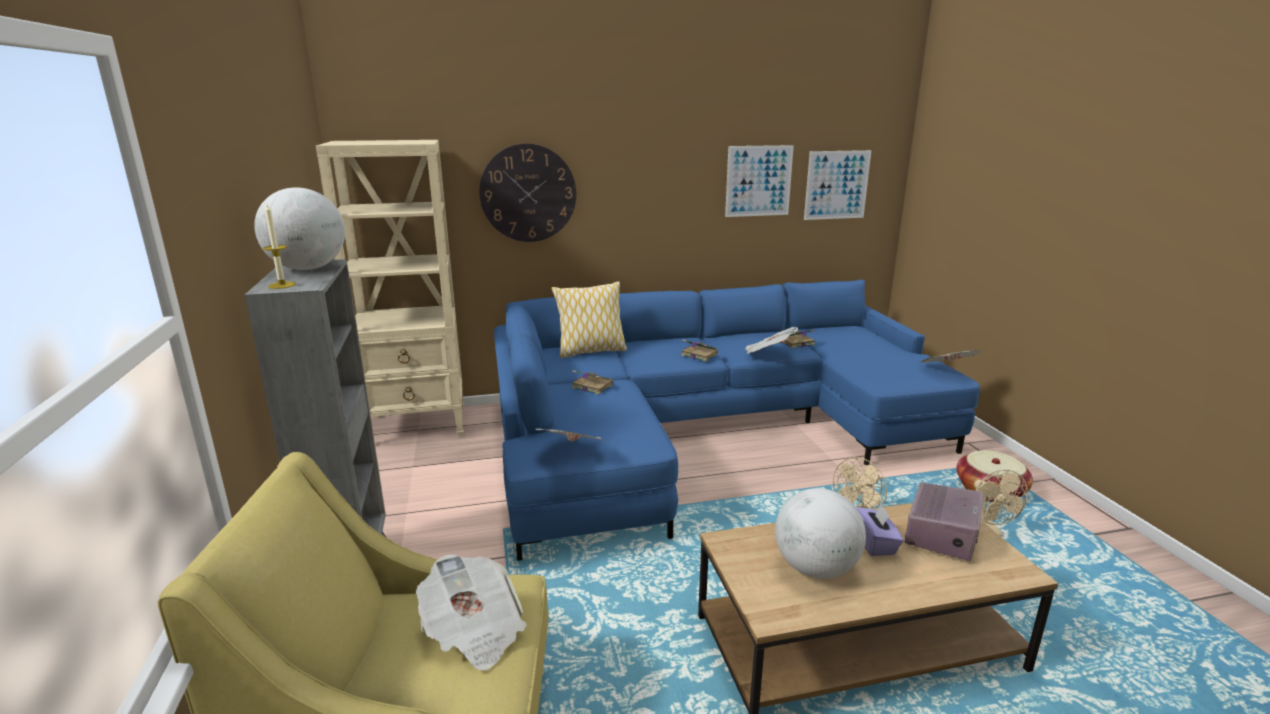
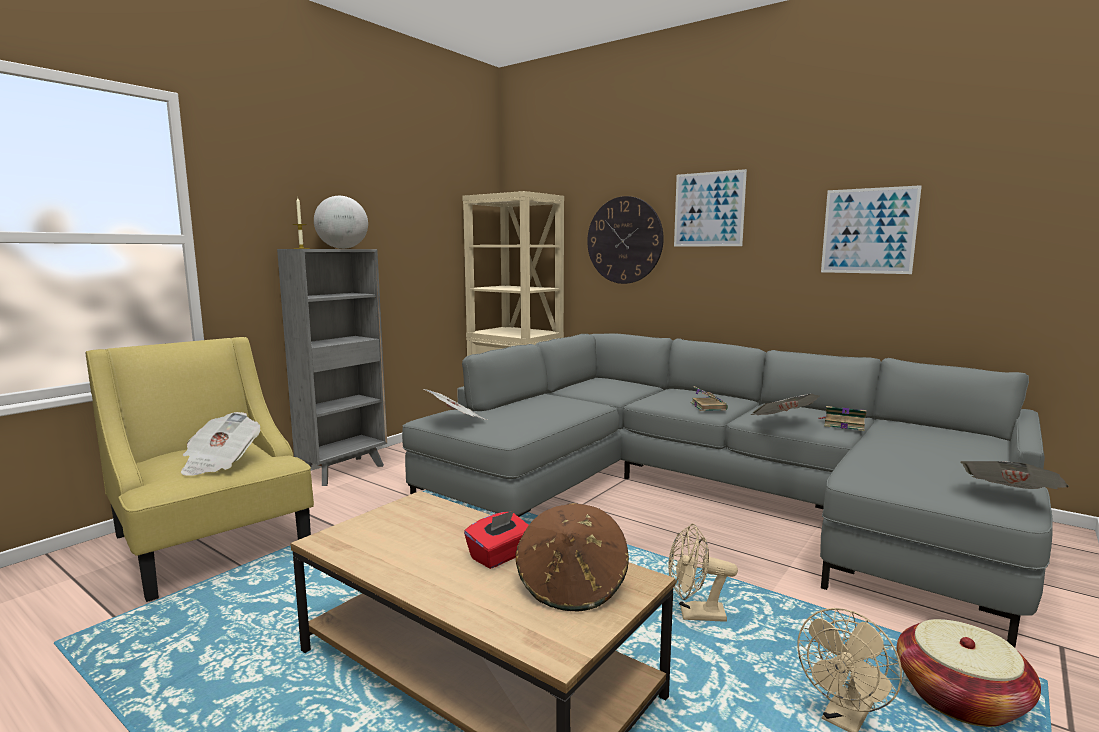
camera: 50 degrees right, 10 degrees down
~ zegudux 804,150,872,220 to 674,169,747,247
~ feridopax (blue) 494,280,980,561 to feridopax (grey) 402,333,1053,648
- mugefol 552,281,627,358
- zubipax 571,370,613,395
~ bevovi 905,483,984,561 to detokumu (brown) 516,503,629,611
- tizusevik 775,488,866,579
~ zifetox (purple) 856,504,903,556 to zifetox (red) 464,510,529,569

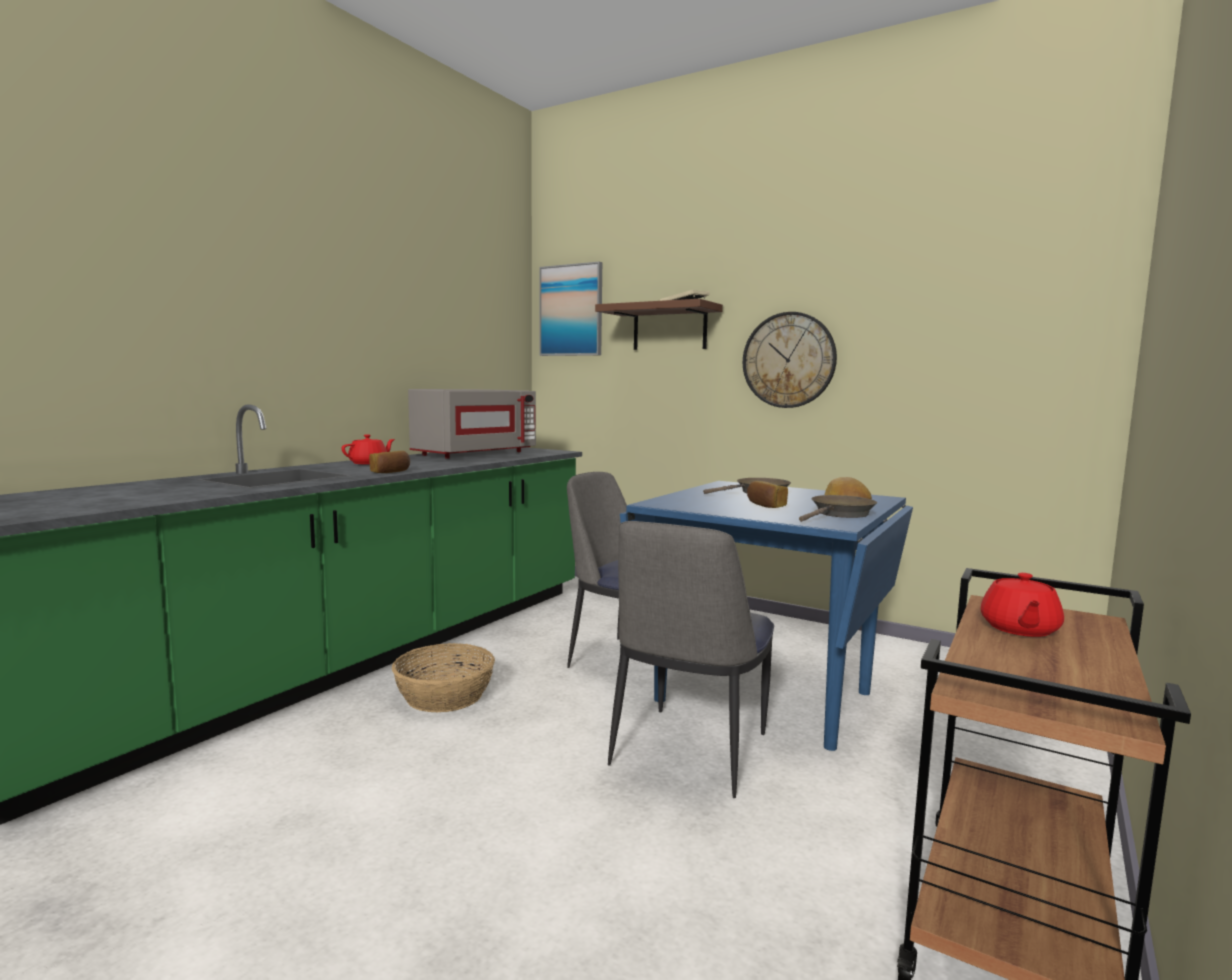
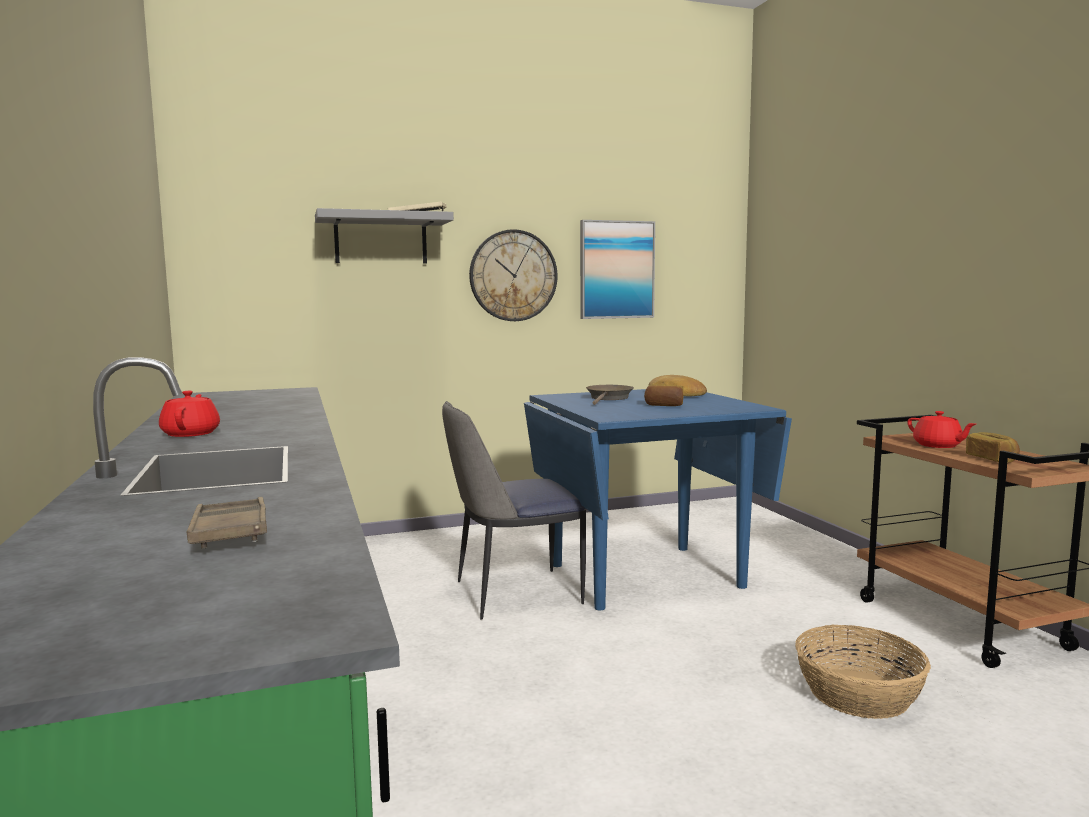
camera: 50 degrees left, 0 degrees up
~ zegudux 539,262,602,356 to 580,220,655,319
~ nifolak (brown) 595,299,723,350 to nifolak (grey) 315,208,454,263
- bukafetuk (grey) 408,389,536,458
~ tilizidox 369,451,410,473 to 966,432,1020,463
- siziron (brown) 799,495,877,522
- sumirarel 608,521,774,798
~ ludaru 392,643,495,712 to 795,625,931,719
+ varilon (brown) 186,497,267,548

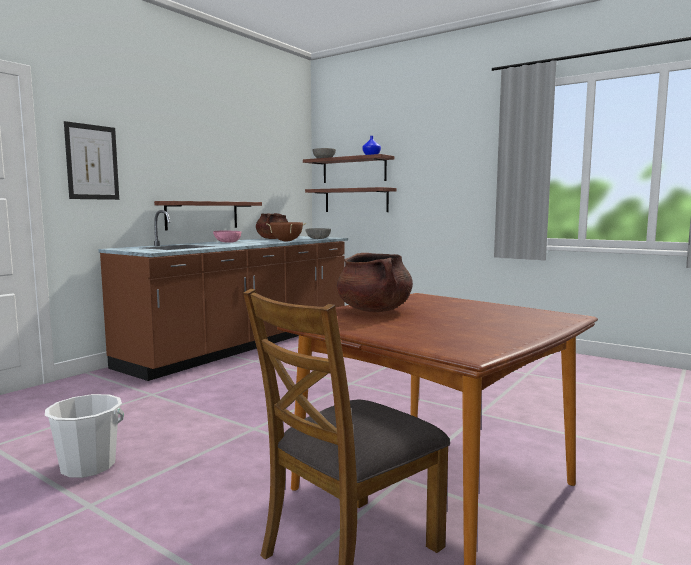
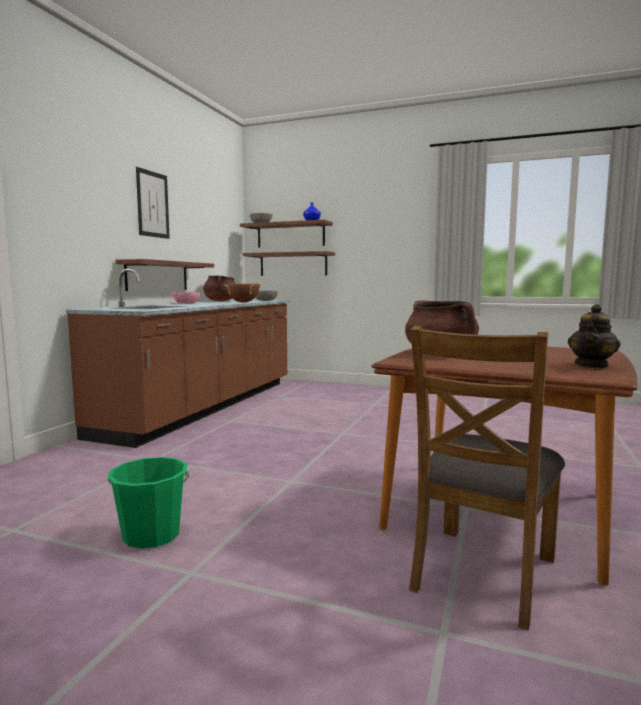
camera: 15 degrees left, 0 degrees up
~ zegudux 64,121,119,200 to 136,167,170,239
~ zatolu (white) 45,394,124,478 to zatolu (green) 107,457,190,549
+ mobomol 568,304,621,368

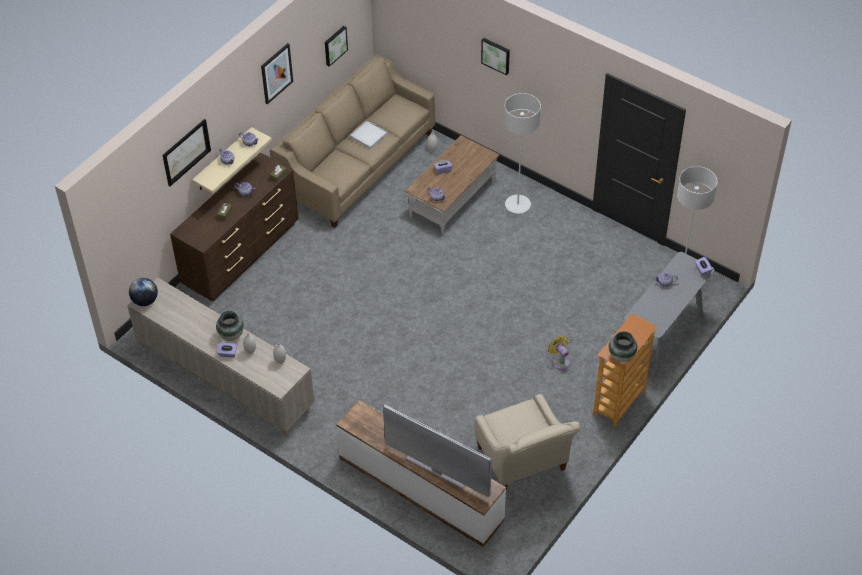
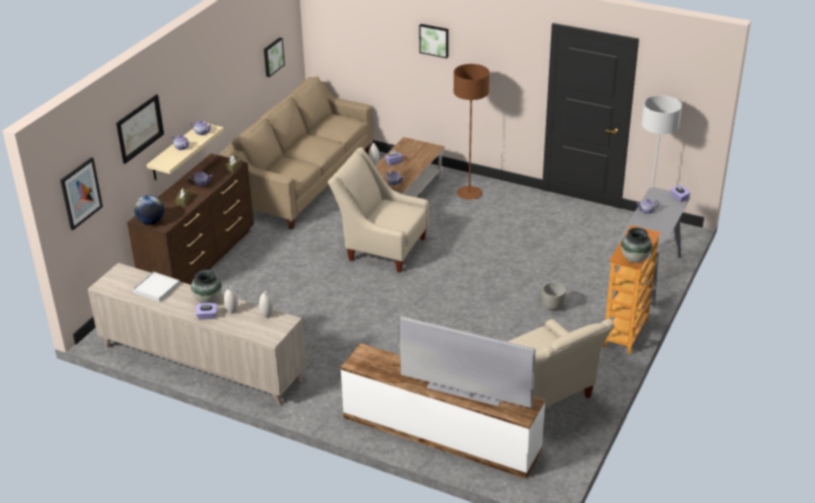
camera: 10 degrees left, 15 degrees down
~ zegudux 261,43,293,104 to 60,157,103,230
~ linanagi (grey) 504,93,541,214 to linanagi (brown) 454,64,489,200
~ varilon (white) 350,120,388,150 to 132,272,180,302
~ tizusevik 129,278,158,306 to 134,195,164,225
~ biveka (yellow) 548,335,570,370 to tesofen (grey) 542,282,566,311
+ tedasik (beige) 328,147,429,273

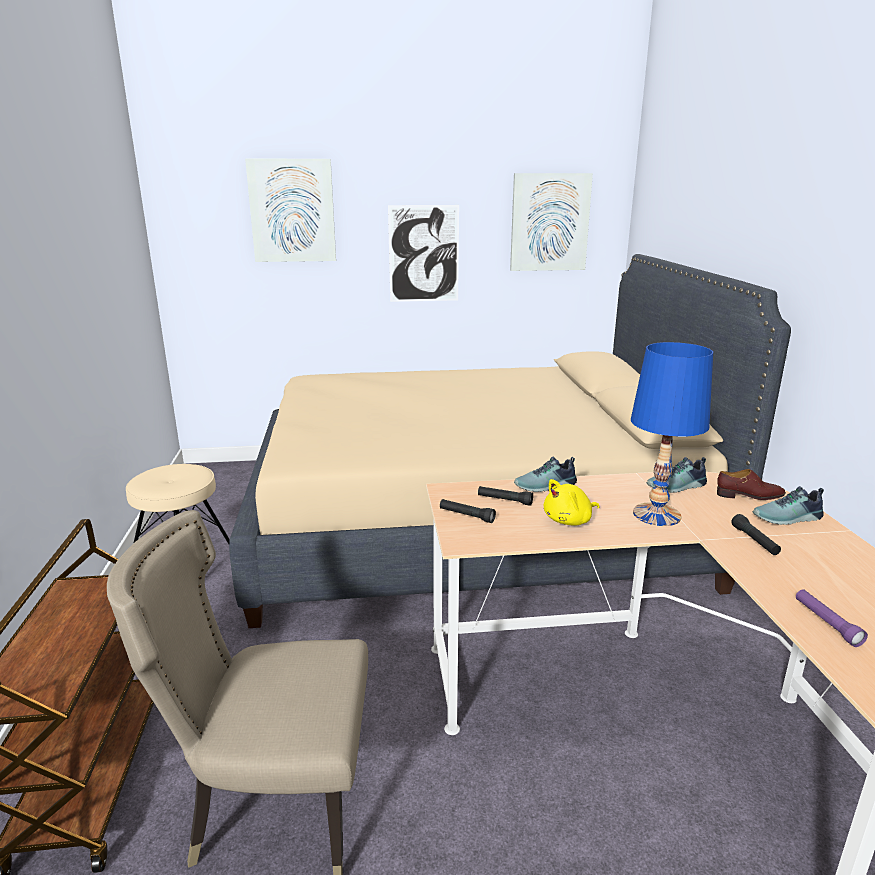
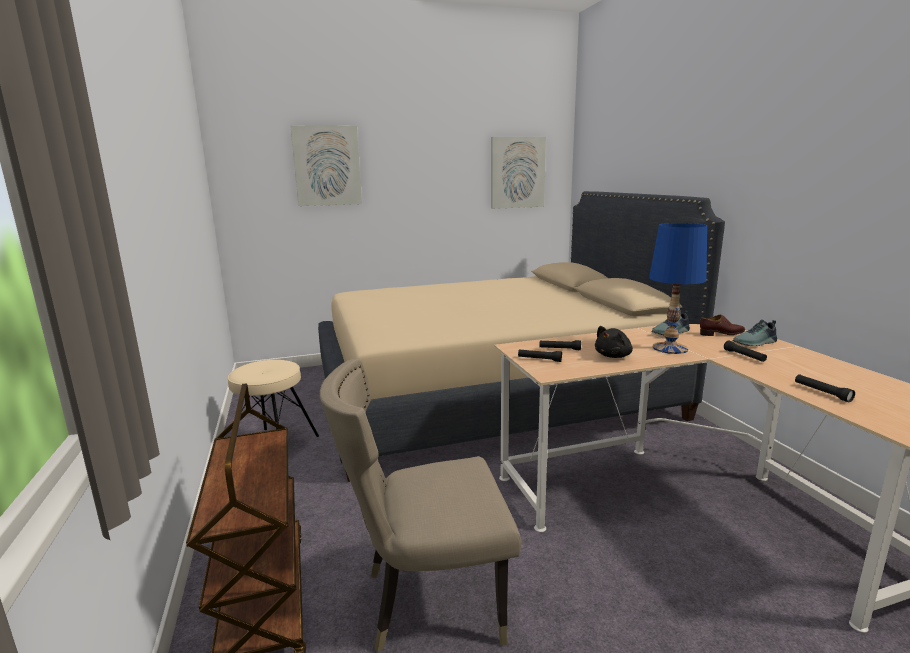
camera: 10 degrees left, 5 degrees down
- zegudux 388,205,459,302
- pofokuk 514,457,577,492
~ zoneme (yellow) 544,479,600,525 to zoneme (black) 595,326,633,358
~ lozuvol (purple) 796,589,868,647 to lozuvol (black) 795,374,855,402

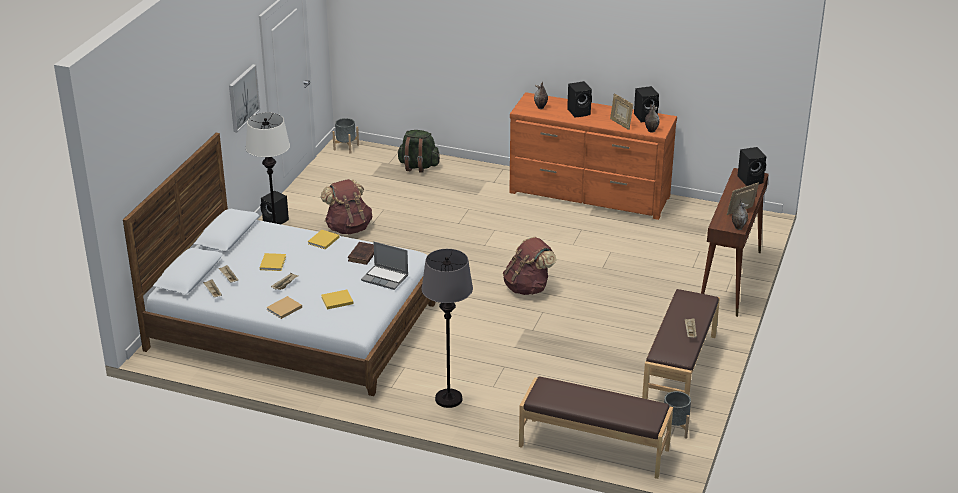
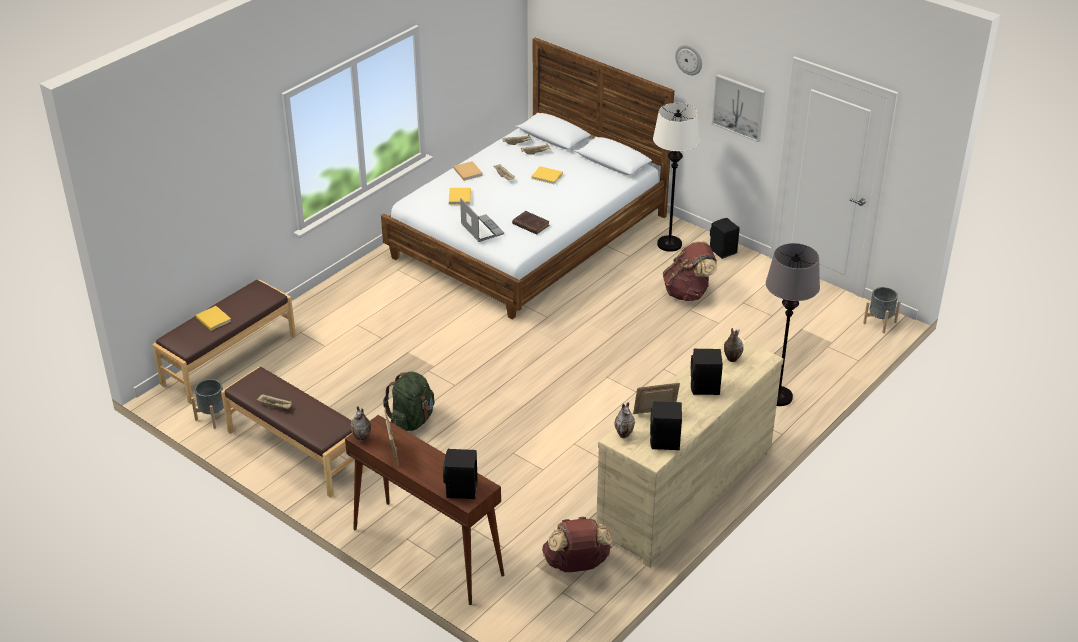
camera: 110 degrees right, 5 degrees up
~ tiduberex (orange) 509,92,677,220 to tiduberex (beige) 596,332,783,568
~ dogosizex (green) 397,130,440,173 to 383,372,435,431
~ zubipax (yellow) 308,230,339,249 to 196,306,231,331
~ dogosizex (brown) 503,237,557,295 to 542,517,612,572
~ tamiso 361,242,408,290 = 460,198,504,242 105 degrees clockwise
~ linanagi (grey) 421,249,473,408 to 766,243,820,406
+ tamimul 675,45,702,75

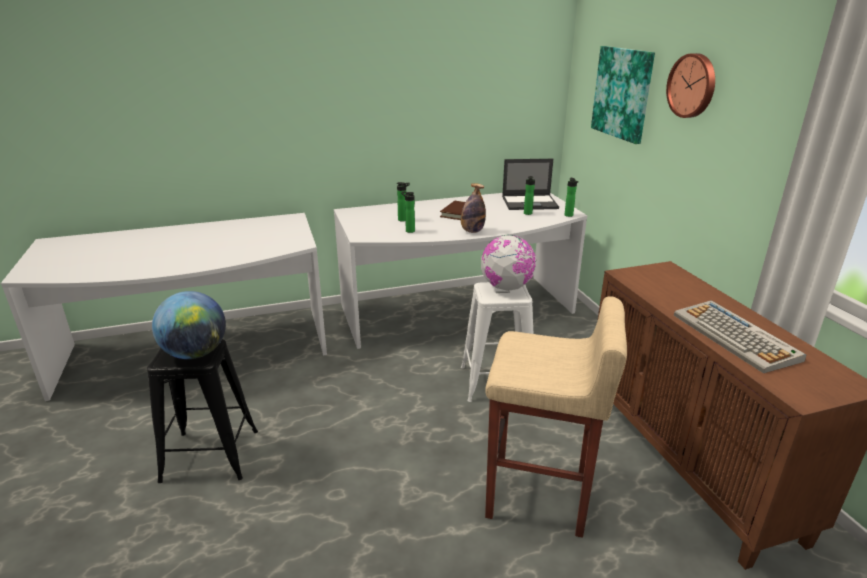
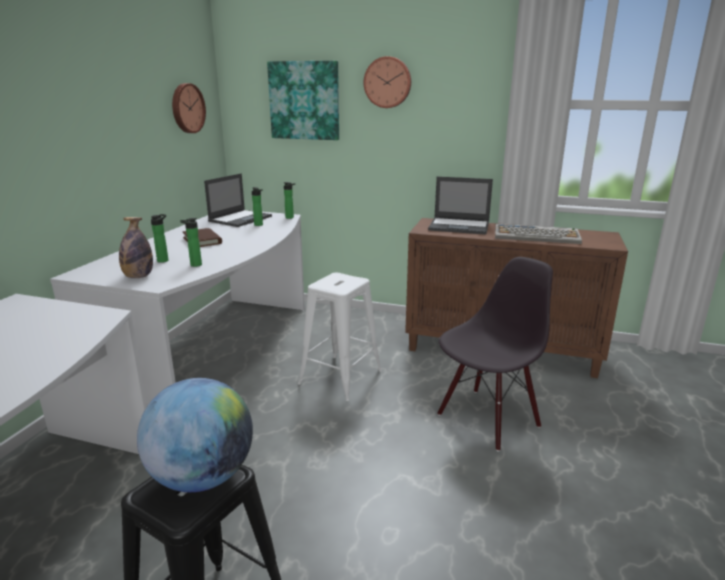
camera: 55 degrees left, 5 degrees down
~ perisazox 461,183,486,233 to 119,217,153,278
- tizusevik 481,235,536,291
~ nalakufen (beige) 485,296,627,538 to sumirarel (black) 437,257,553,451
+ tamimul 172,83,206,133
+ tamiso 428,177,493,235

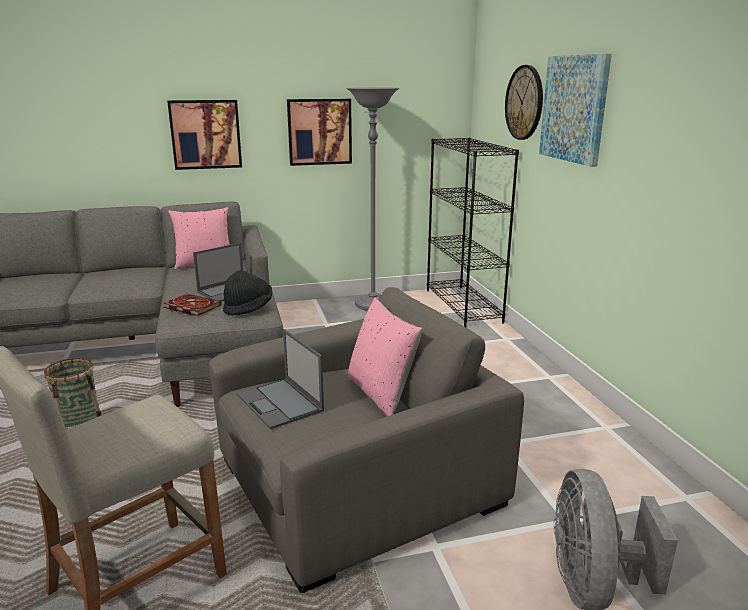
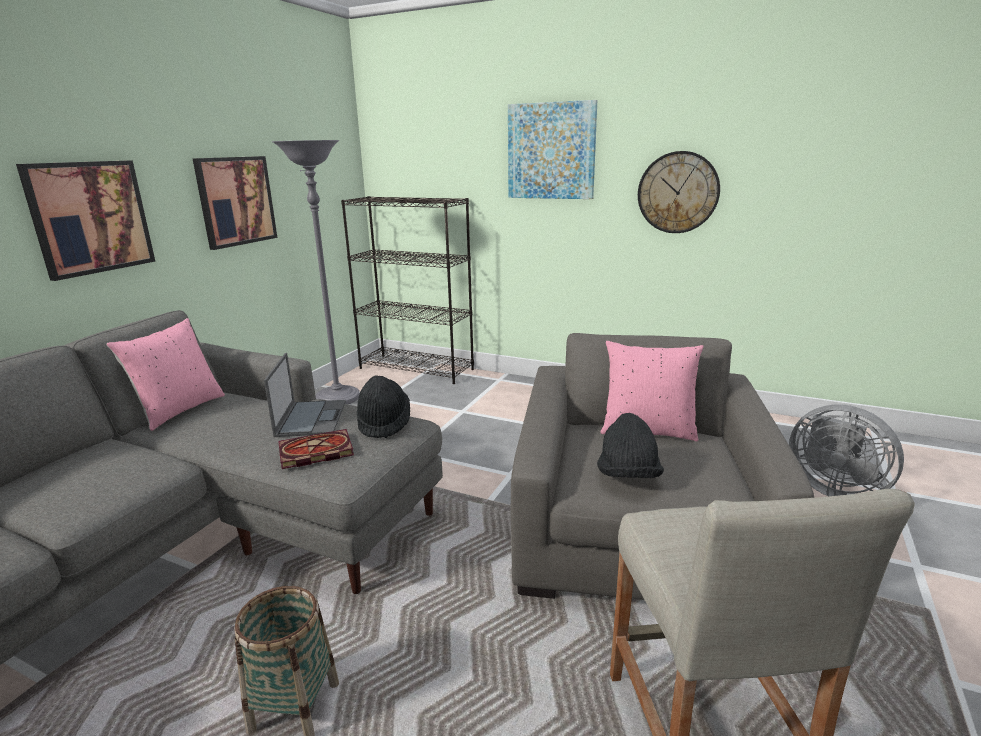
camera: 50 degrees left, 0 degrees up
~ tamimul 505,65,543,140 to 638,151,720,233
~ tamiso 237,329,324,429 to detokumu (black) 597,413,664,478

